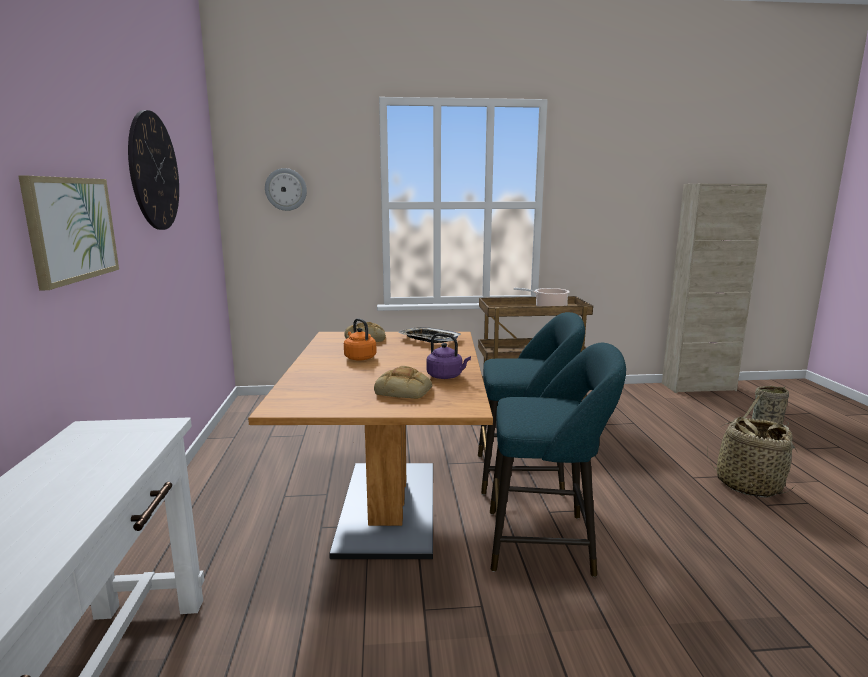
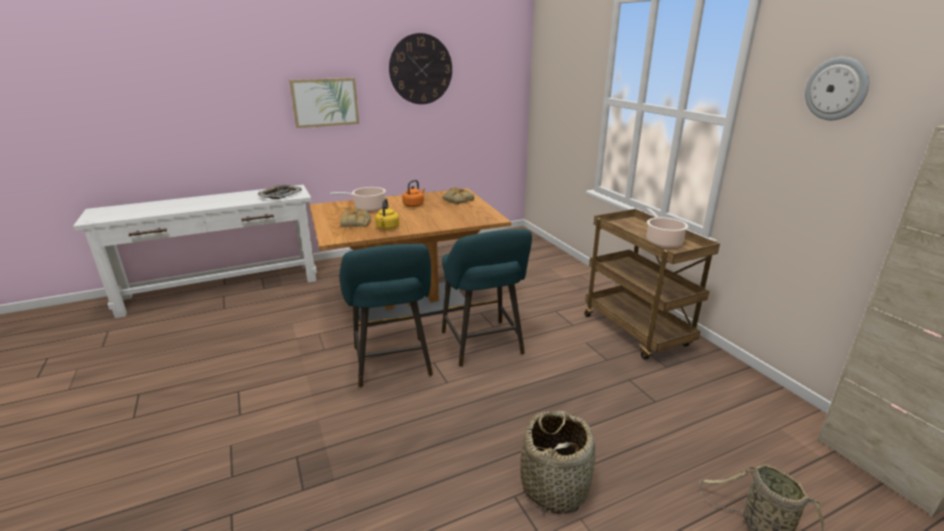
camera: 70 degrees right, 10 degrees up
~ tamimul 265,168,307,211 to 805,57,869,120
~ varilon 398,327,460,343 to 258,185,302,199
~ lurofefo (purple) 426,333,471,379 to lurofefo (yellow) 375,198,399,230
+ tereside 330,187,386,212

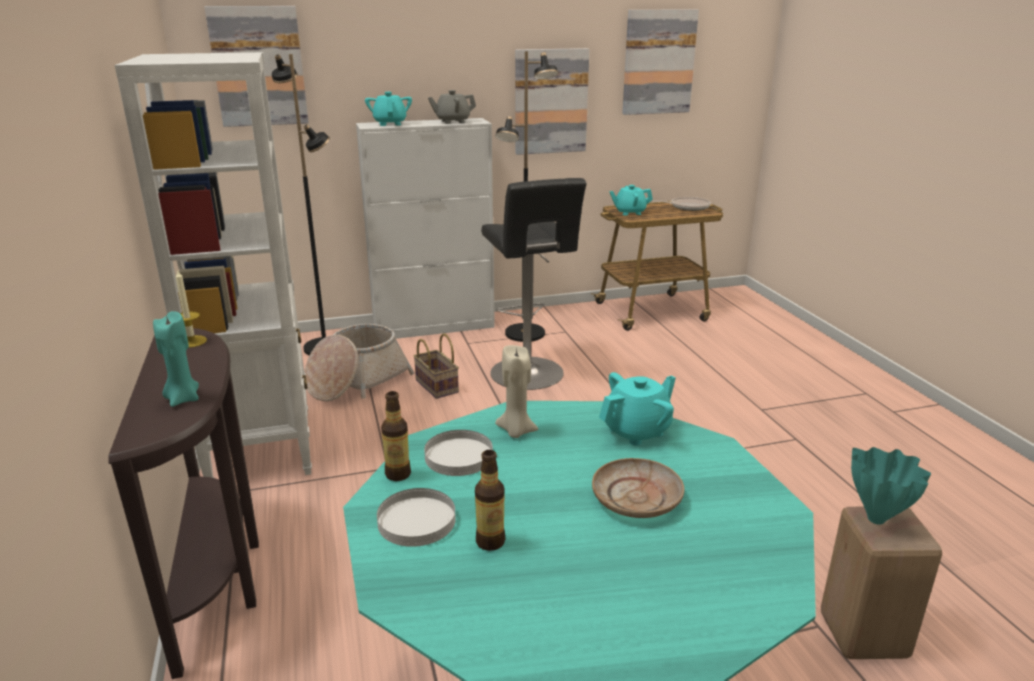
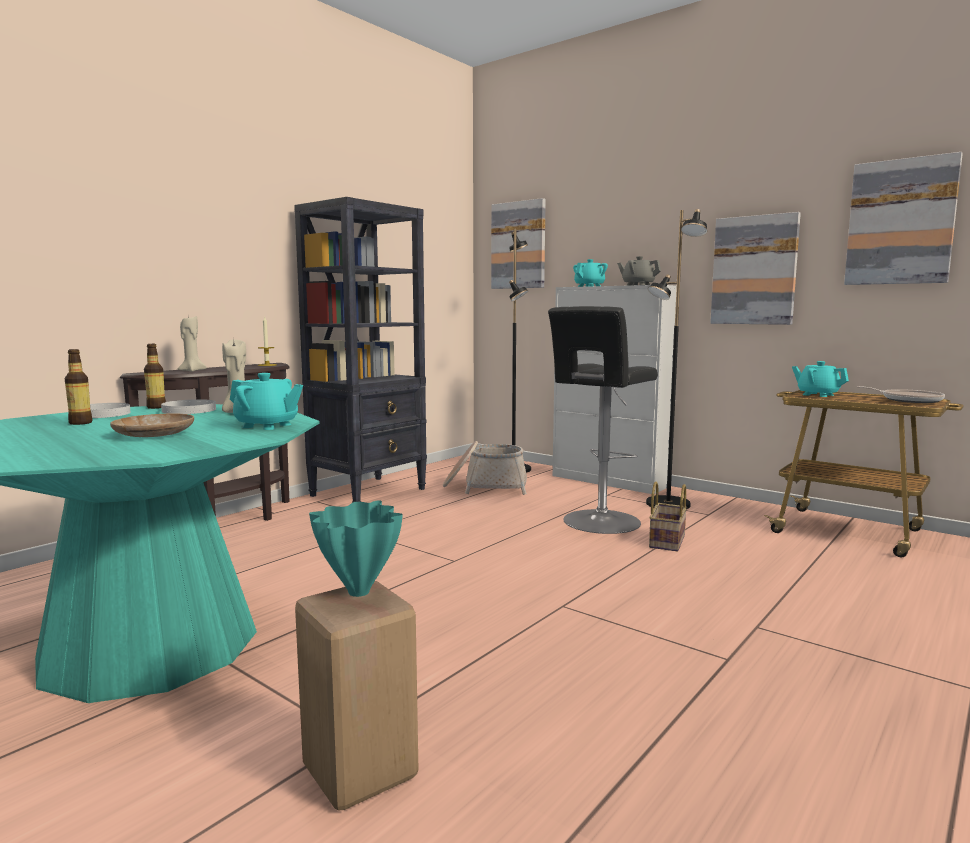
camera: 55 degrees right, 15 degrees down
~ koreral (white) 115,52,312,478 to koreral (black) 294,197,427,503
~ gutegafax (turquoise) 153,311,199,407 to gutegafax (beige) 178,316,207,372
~ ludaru 414,333,459,399 to 649,481,687,551

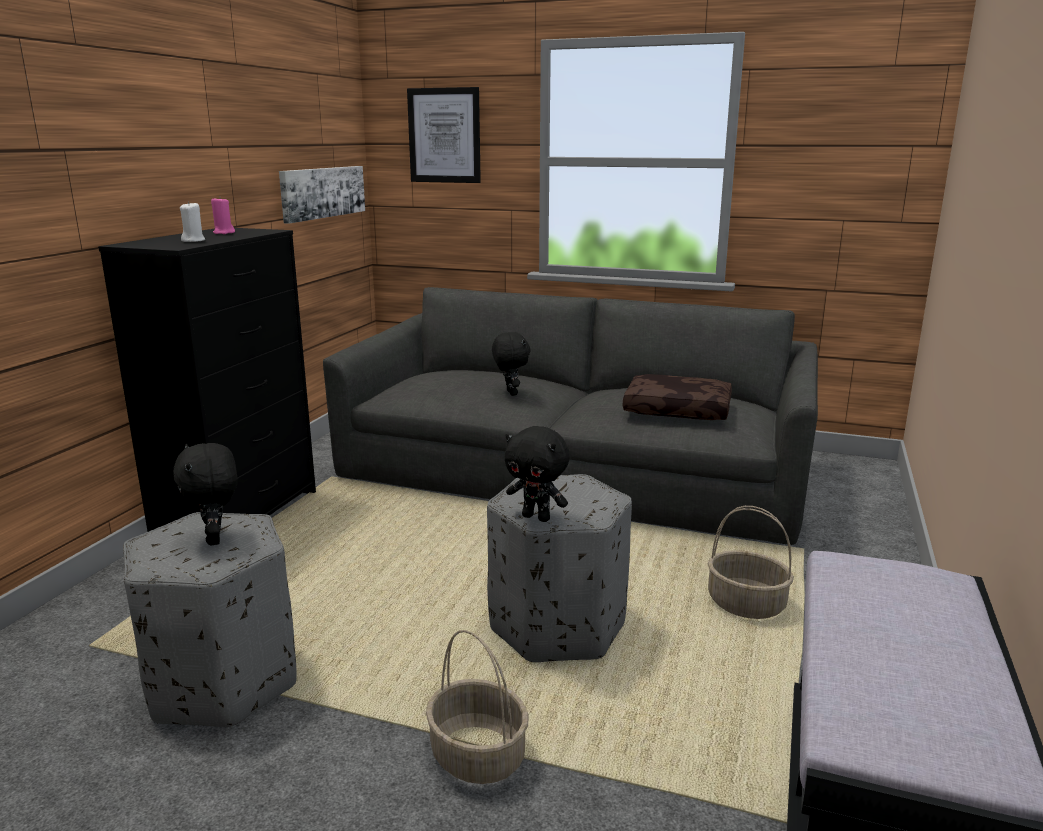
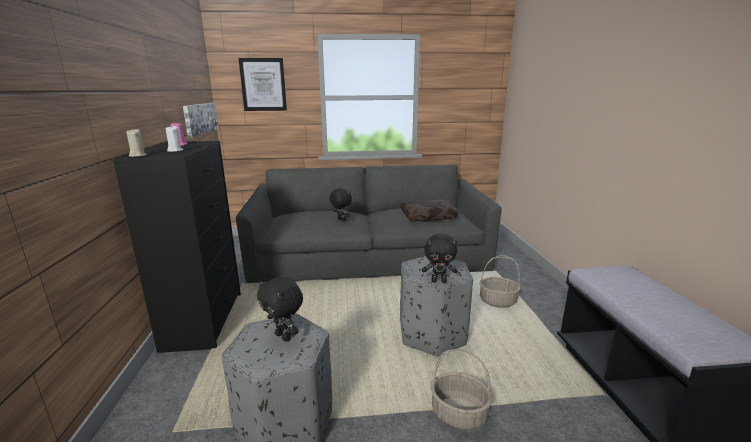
camera: 25 degrees left, 0 degrees up
+ gutegafax (beige) 126,128,147,157

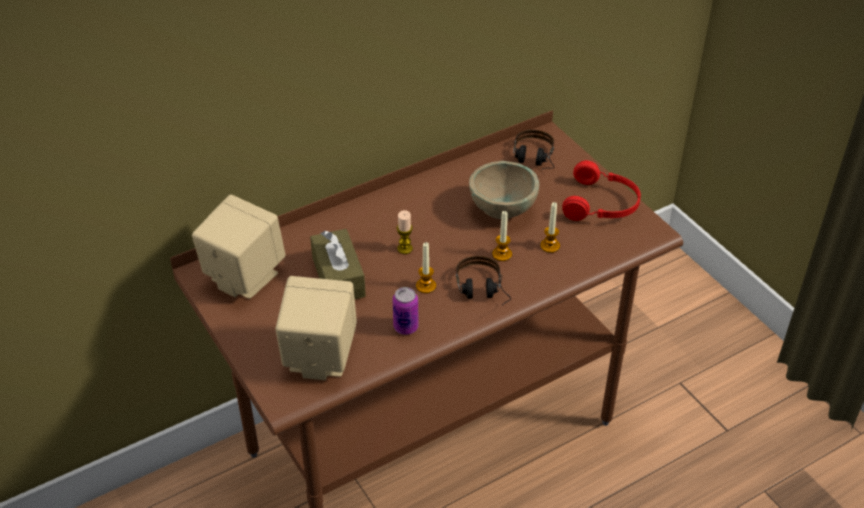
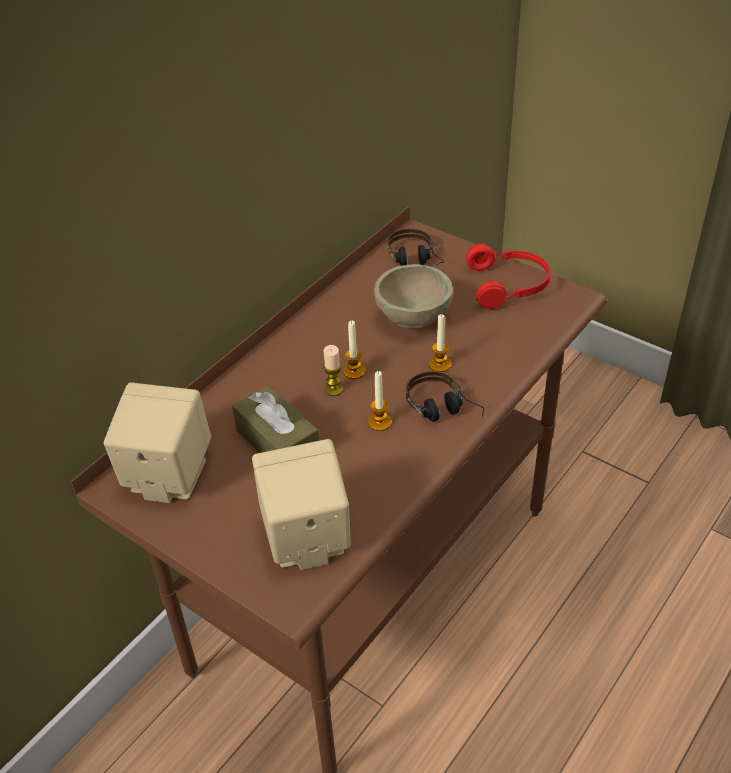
camera: 20 degrees left, 0 degrees up
~ gutegafax 540,202,560,253 to 343,321,365,379
- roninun 393,287,419,335

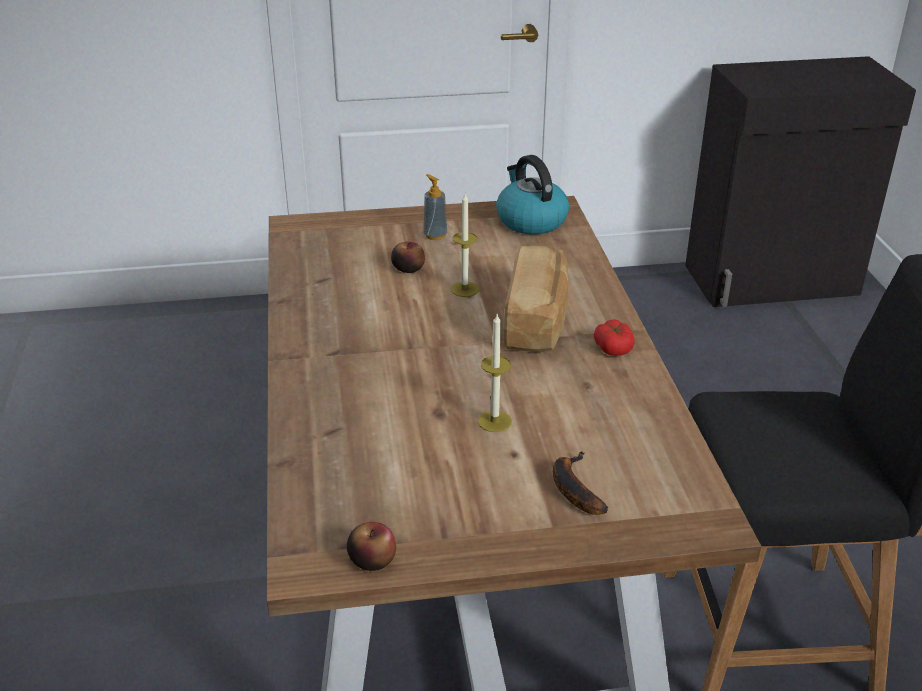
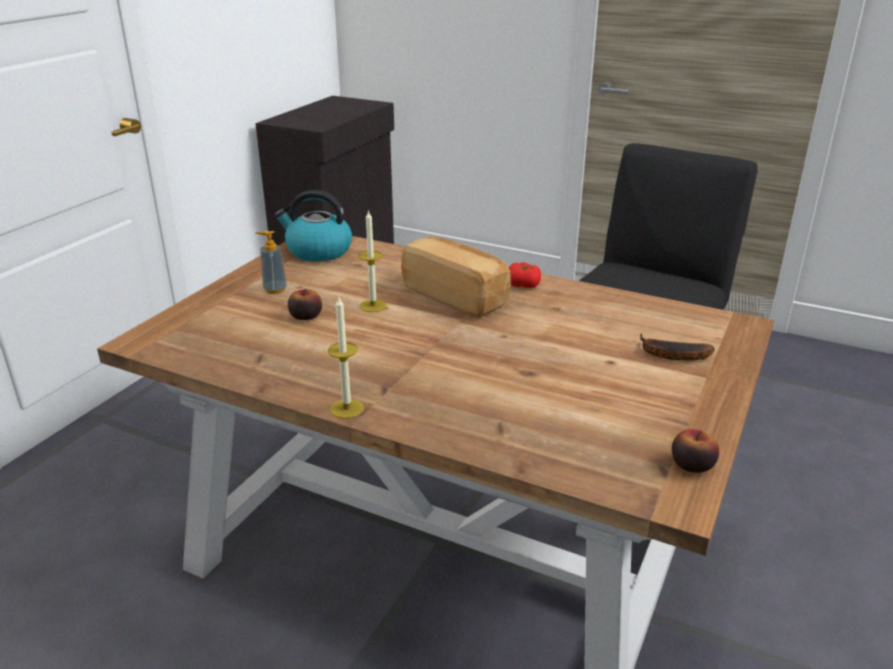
camera: 55 degrees left, 5 degrees down
~ gutegafax 478,314,512,432 to 328,297,364,418

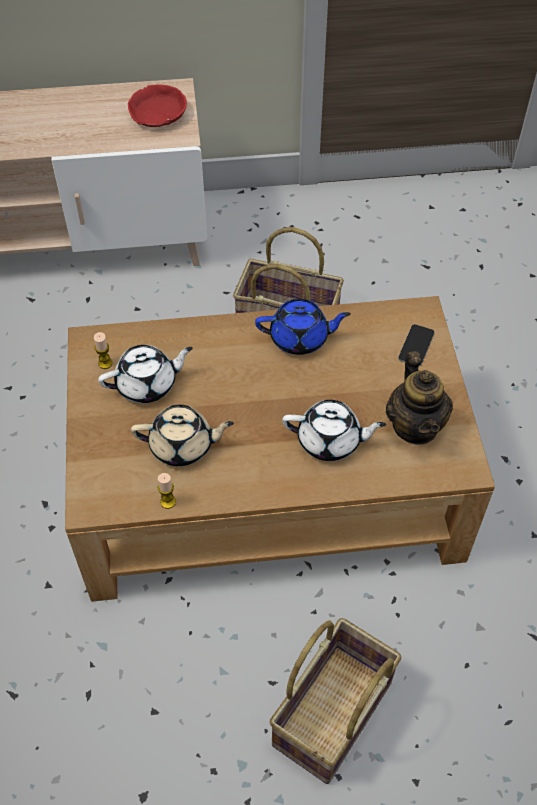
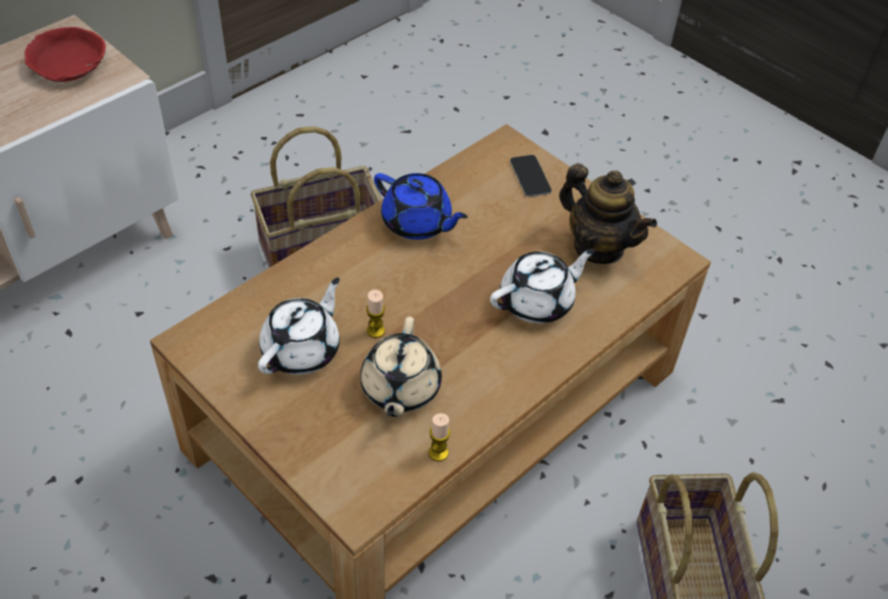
camera: 40 degrees left, 5 degrees down
~ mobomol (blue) 255,299,351,355 = 374,173,468,240 75 degrees clockwise
~ gutegafax 94,332,112,369 to 366,290,385,338
~ mobomol (beige) 131,405,234,466 = 360,317,442,417 135 degrees clockwise

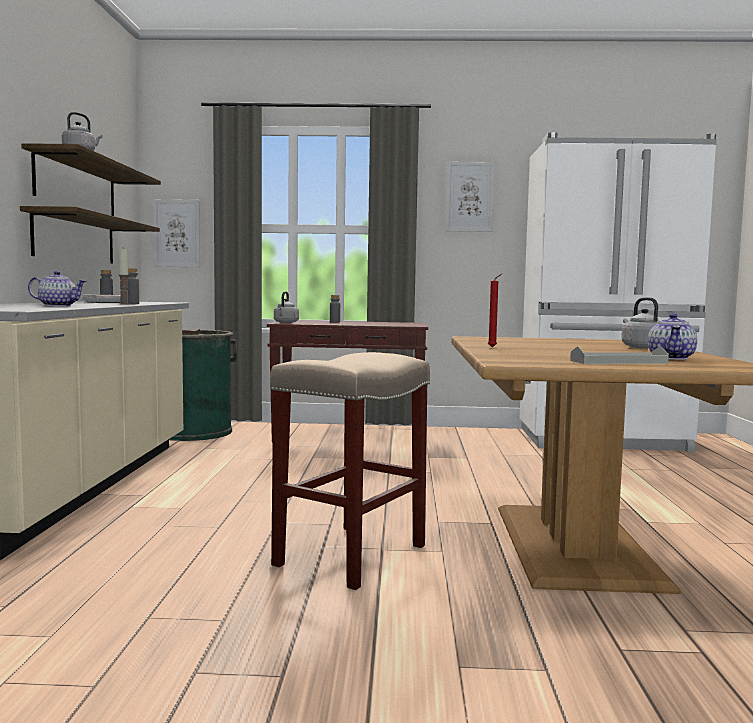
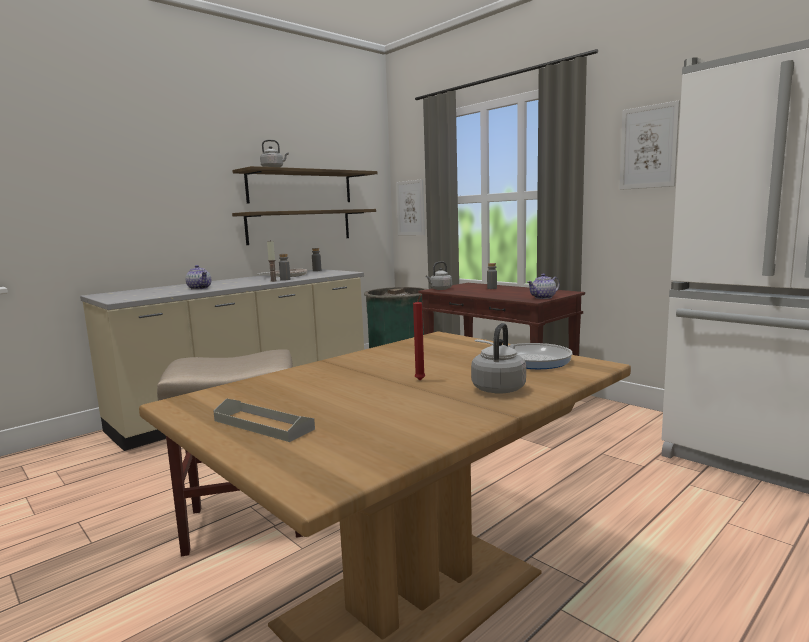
camera: 45 degrees right, 5 degrees up
~ gutegafax (red) 488,274,502,347 to 413,295,425,380
~ mobomol 648,313,697,360 to 527,274,560,299
+ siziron 474,339,573,369

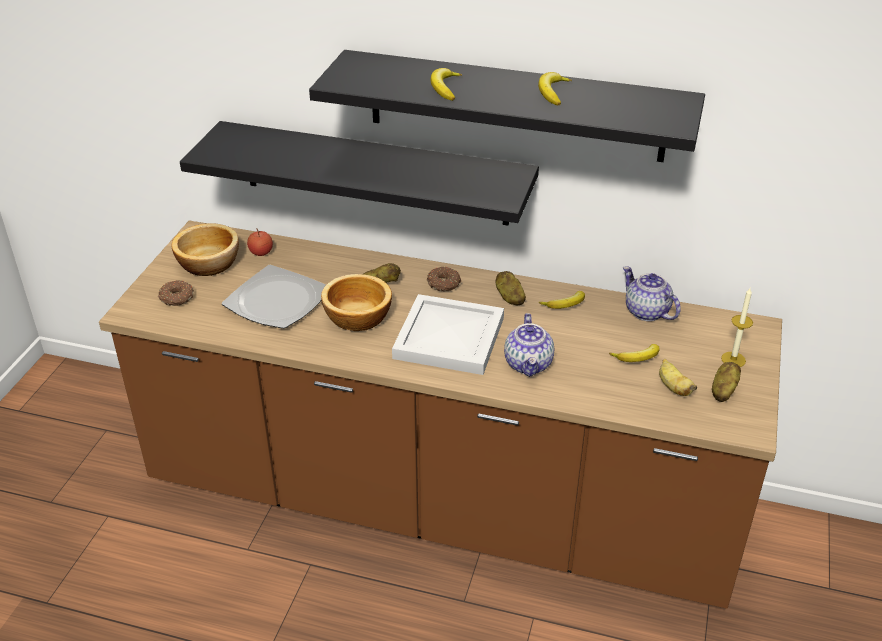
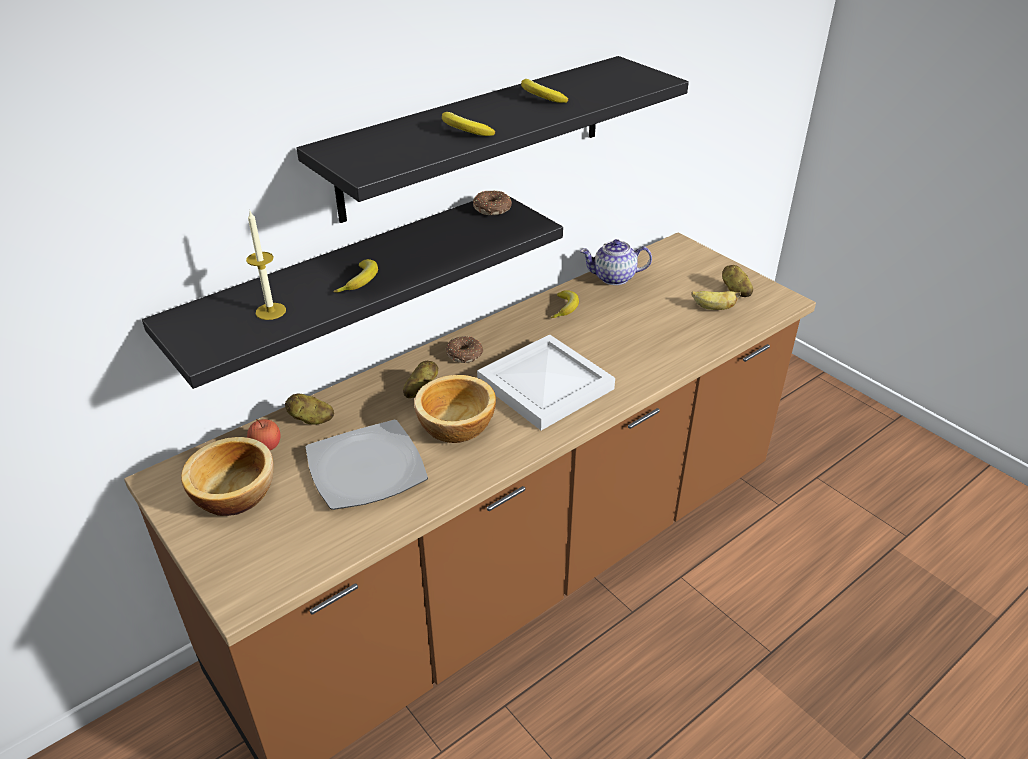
camera: 55 degrees left, 0 degrees up
~ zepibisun 496,271,526,305 to 285,393,334,425
~ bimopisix 158,280,194,306 to 473,190,512,215
~ gutegafax 721,288,753,367 to 246,211,286,320
- mobomol 504,313,554,377
~ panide 609,344,660,362 to 334,259,378,293

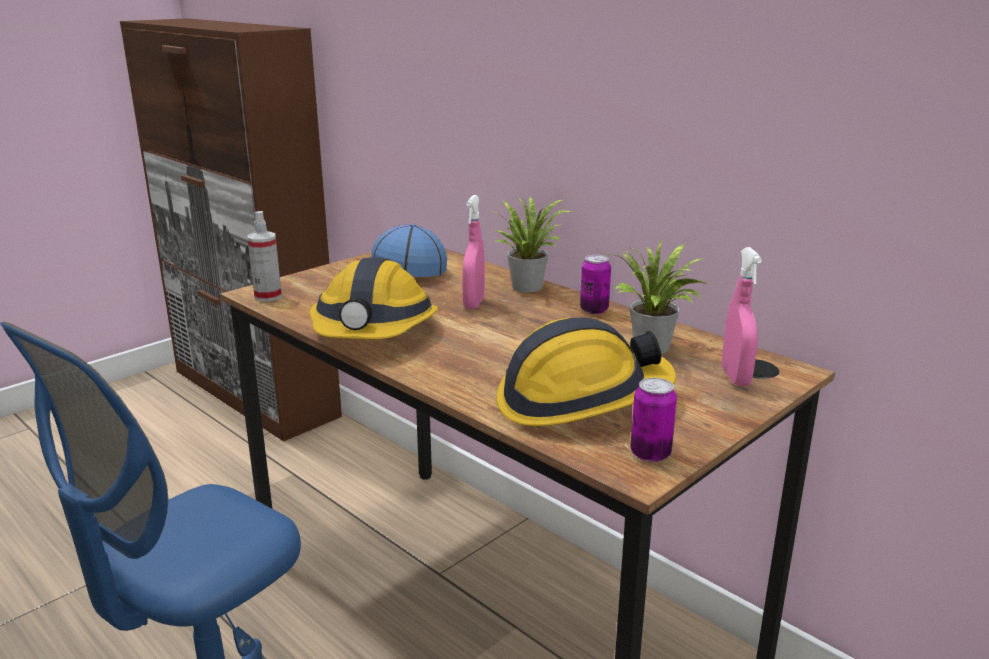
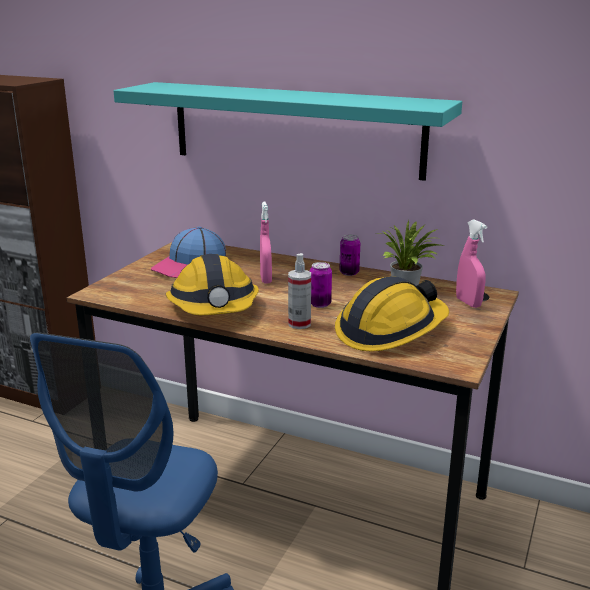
camera: 20 degrees left, 0 degrees up
- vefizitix 492,196,574,292
~ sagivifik 247,211,282,301 to 288,253,311,329
~ roninun 631,378,677,462 to 309,262,332,308
+ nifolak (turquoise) 114,82,462,181

